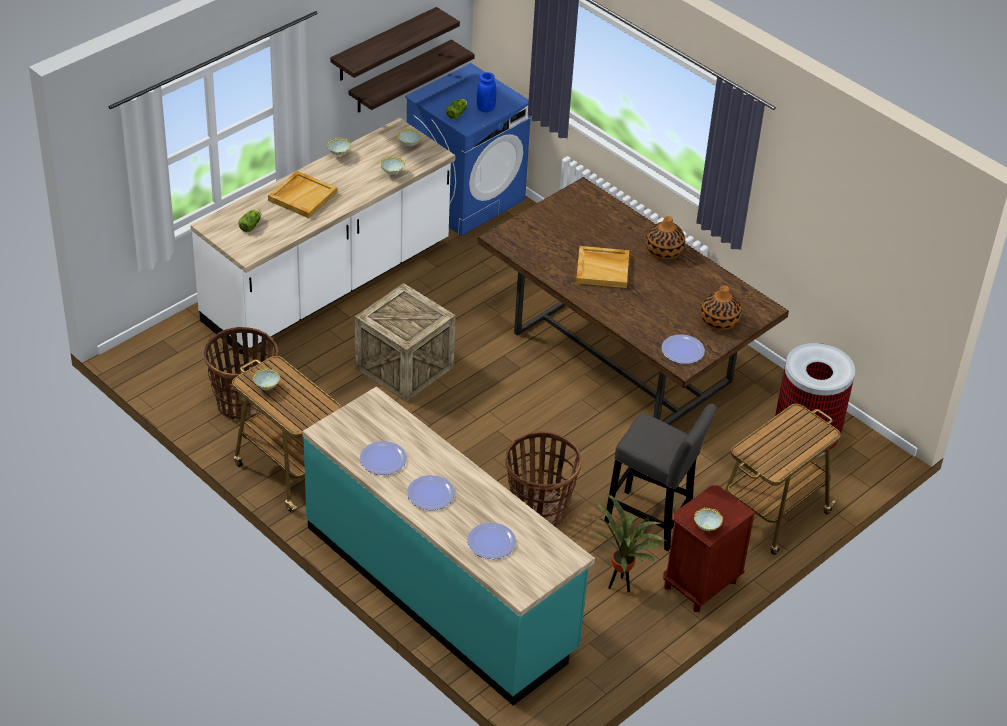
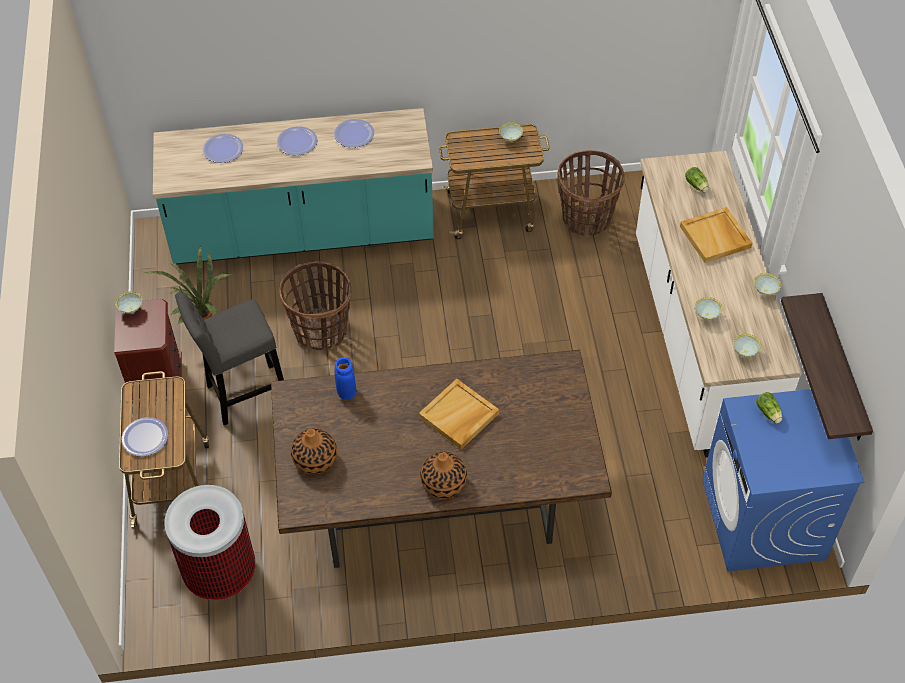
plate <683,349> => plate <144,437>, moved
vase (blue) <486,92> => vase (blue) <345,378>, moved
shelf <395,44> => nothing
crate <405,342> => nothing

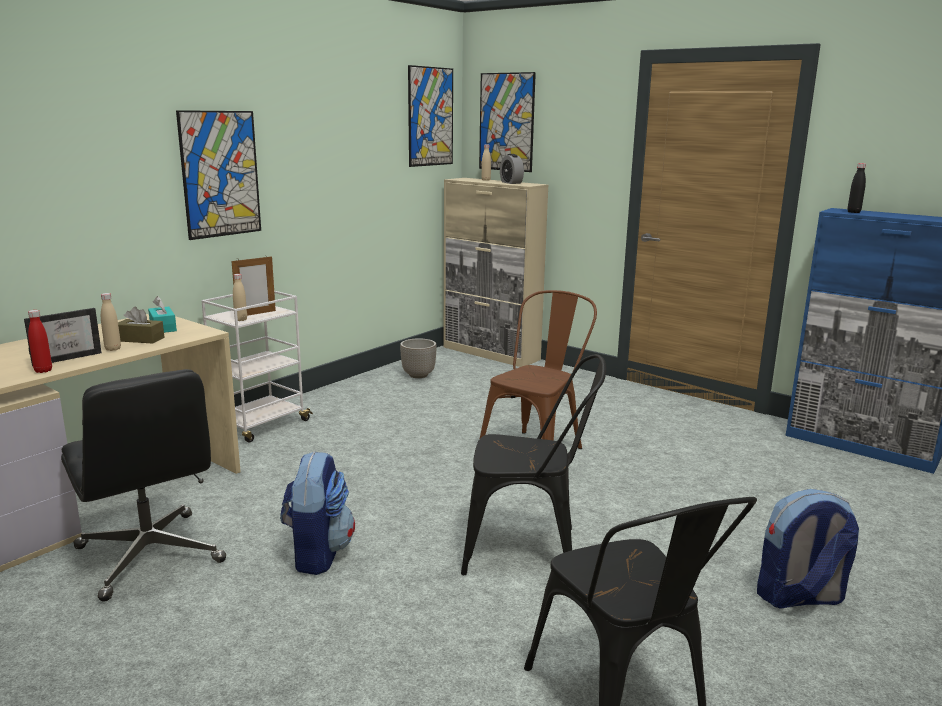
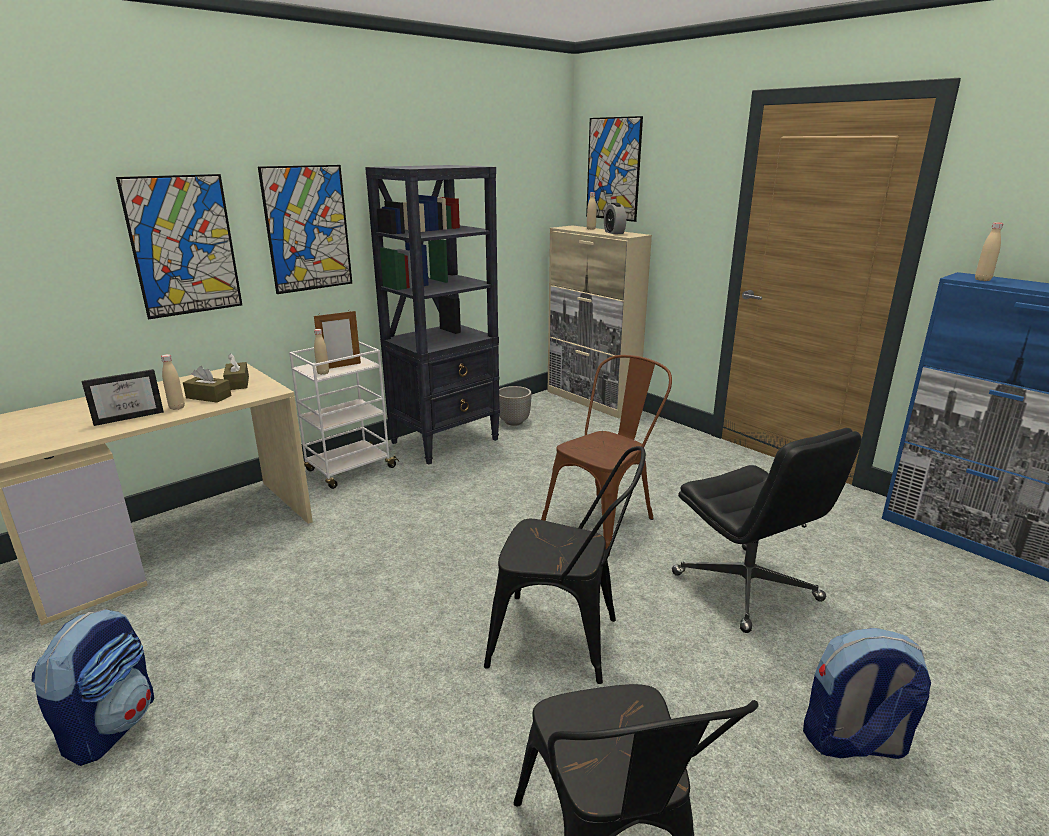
backpack <317,513> => backpack <93,687>, moved
picture <430,116> => picture <179,246>, moved
tissue box (turquoise) <162,314> => tissue box (brown) <236,371>
nothing => bookcase (black) <432,315>
office chair (black) <143,485> => office chair (black) <767,530>, moved
bottle (black) <856,188> => bottle (beige) <989,251>
bottle (red) <40,341> => nothing

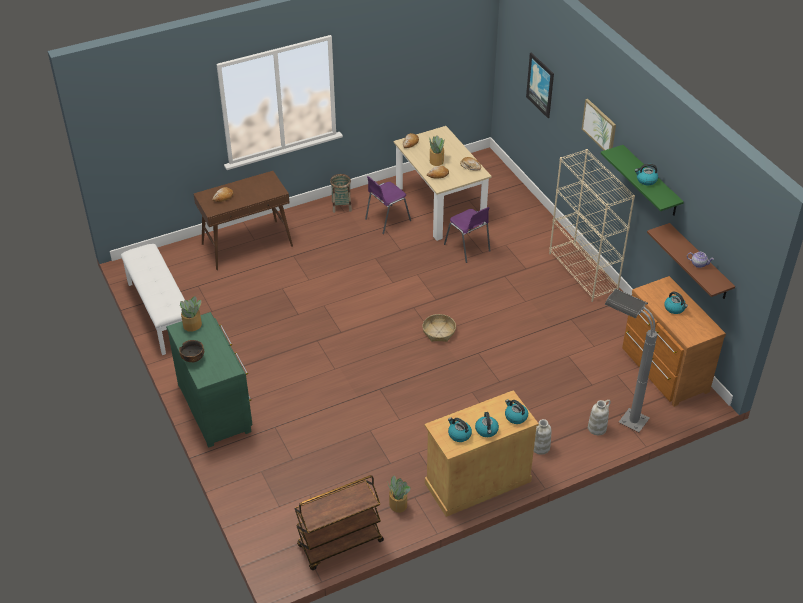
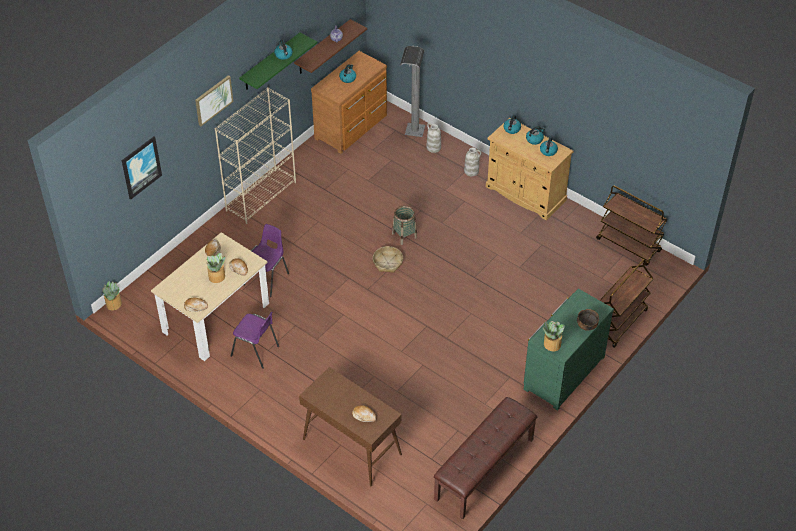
potted plant <399,494> => potted plant <112,295>, moved
basket <341,193> => basket <404,225>, moved
bench (white) <153,299> => bench (brown) <485,458>
nothing => cart (brown) <627,303>

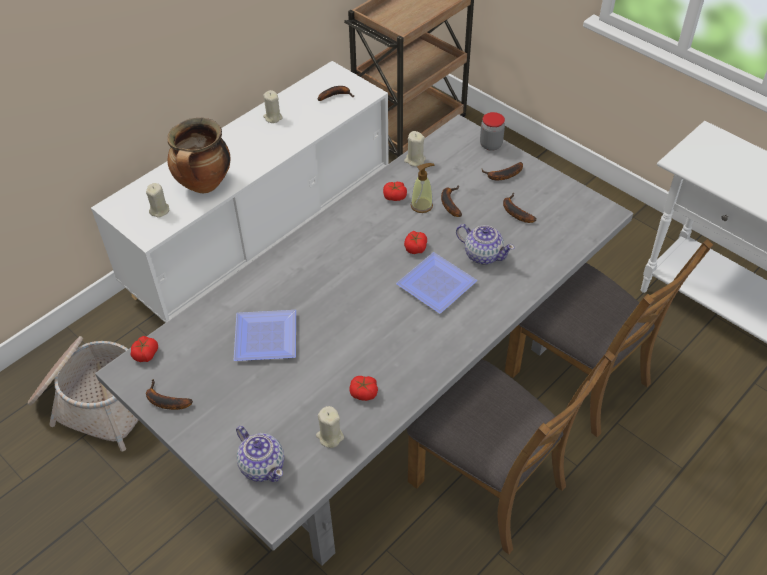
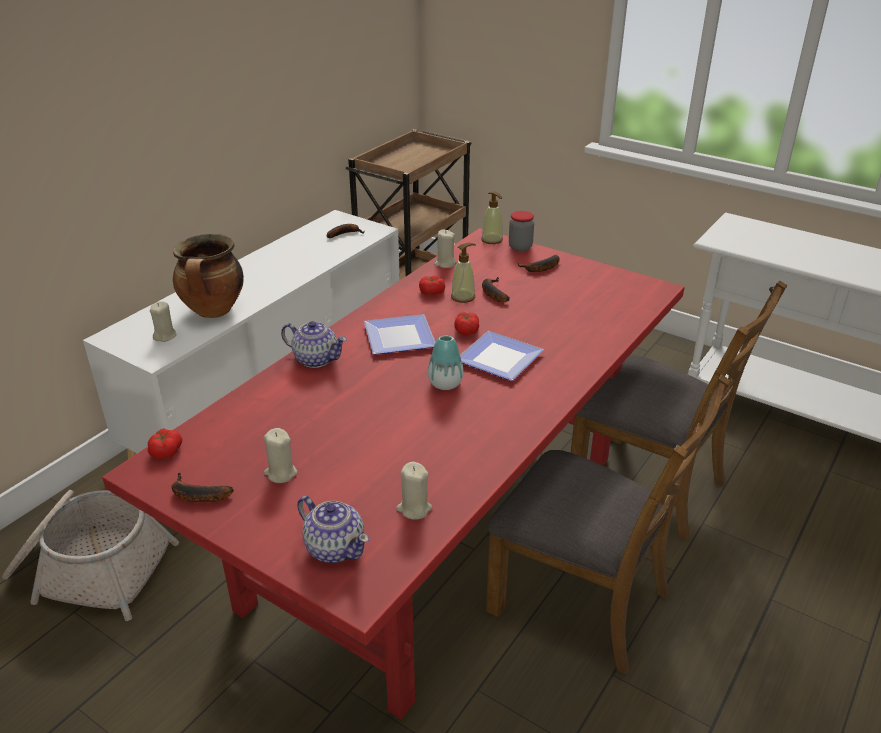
dining table (grey) <364,340> => dining table (red) <393,473>
candle (beige) <273,106> => candle (beige) <281,455>, moved
teapot <485,244> => teapot <314,344>, moved
plate <265,335> => plate <399,334>, moved
nothing => vase <446,363>
nothing => soap dispenser <492,217>
tomato <364,388> => nothing
banana <519,208> => nothing

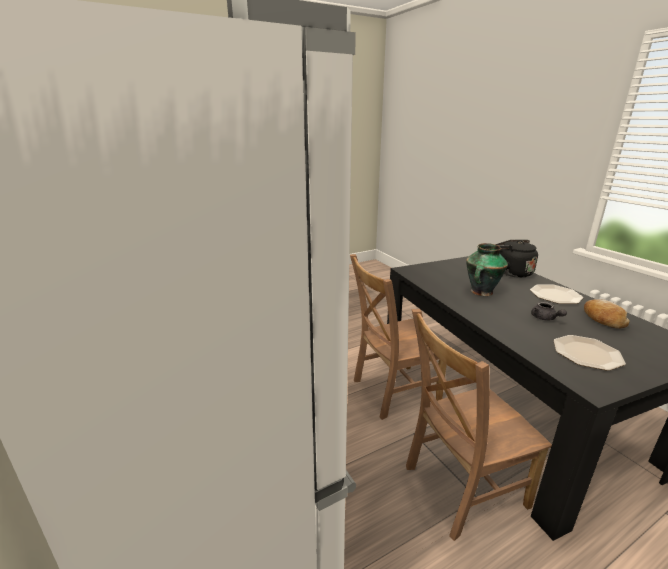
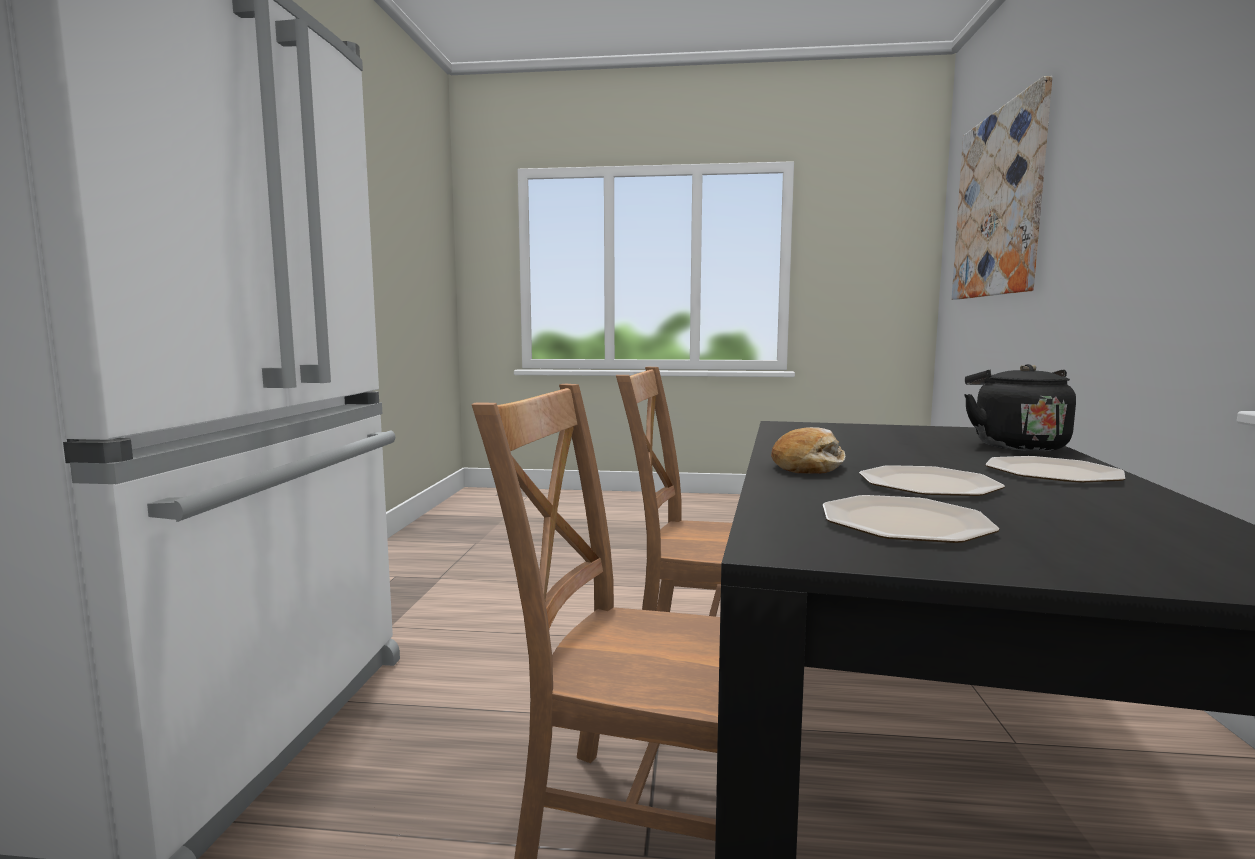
bread <607,314> => bread <808,450>, moved
teapot (grey) <549,311> => plate <932,480>
nothing => picture <1002,188>
vase <487,269> => nothing

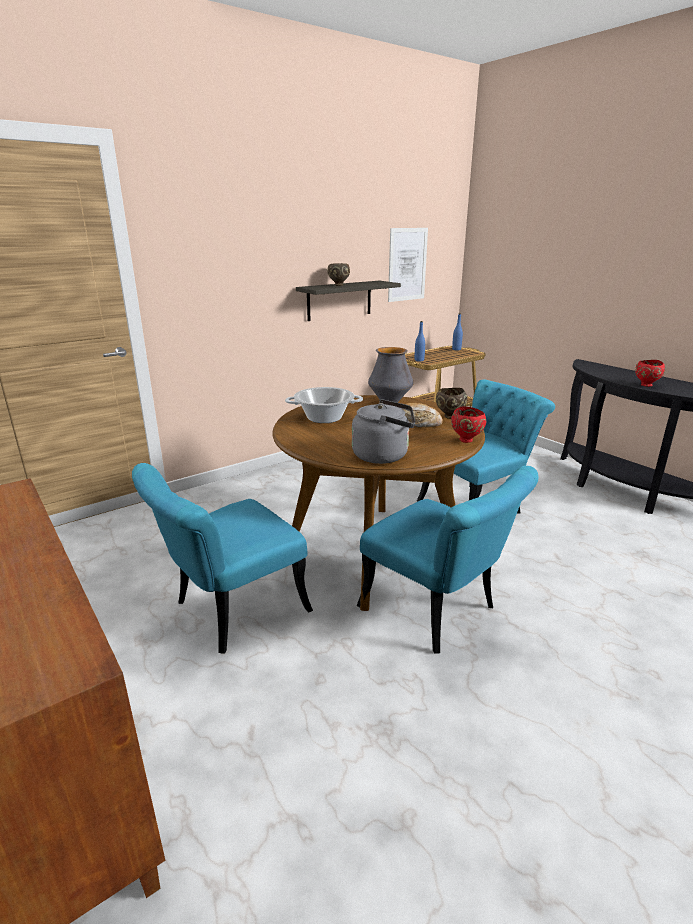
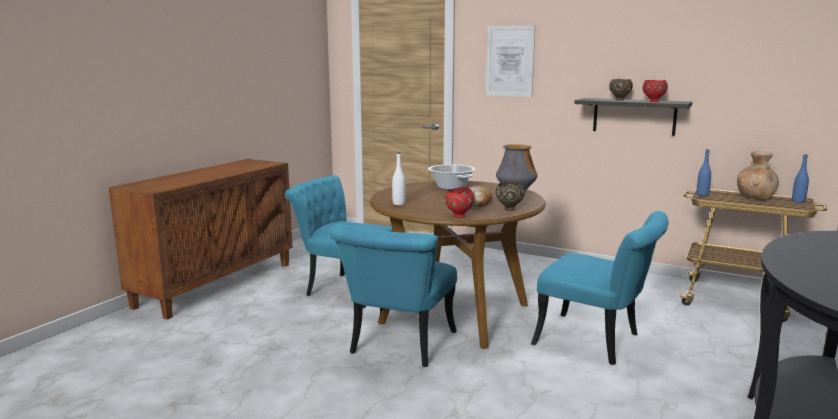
kettle (grey) <383,431> => bottle (white) <399,178>
picture <408,265> => picture <510,61>, moved
bowl (red) <650,373> => bowl (red) <655,91>, moved
nothing => vase (brown) <758,175>

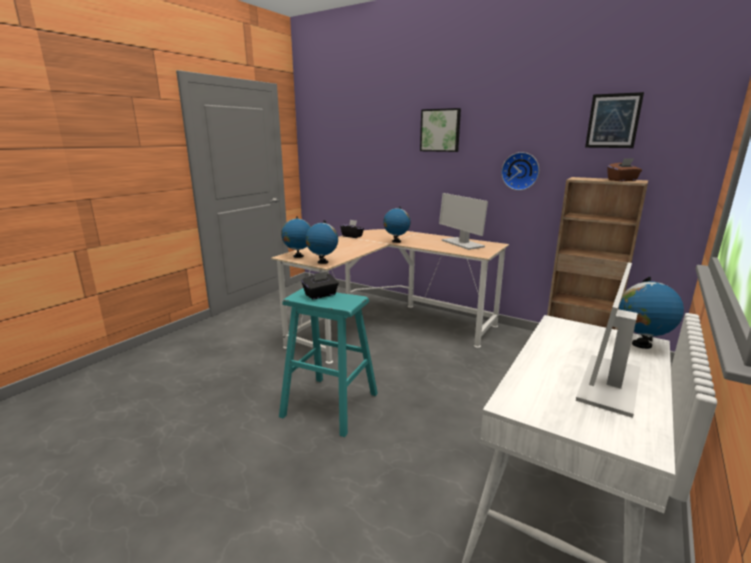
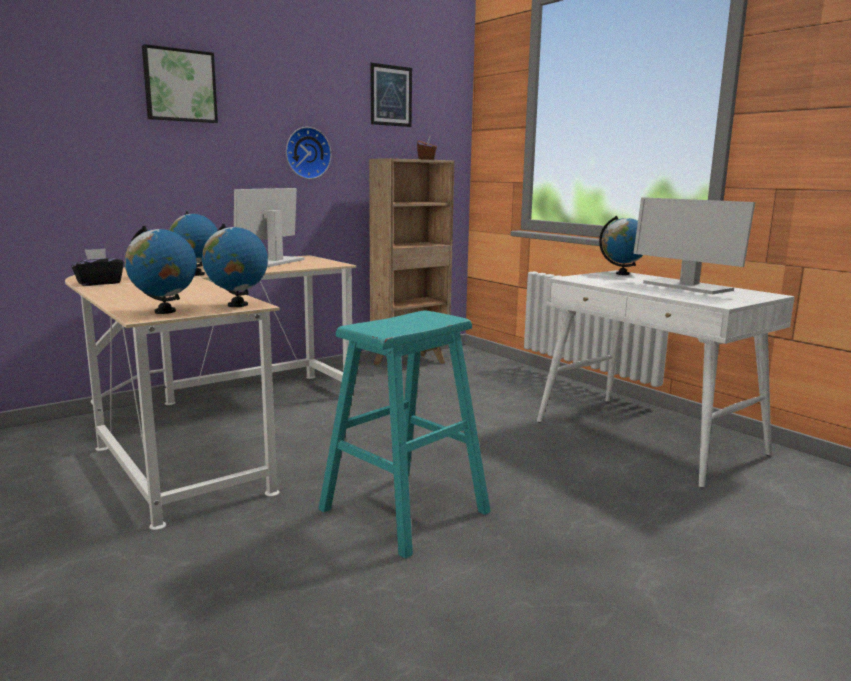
monitor <463,221> => monitor <269,227>, 120 degrees clockwise
tissue box (black) <320,285> => nothing

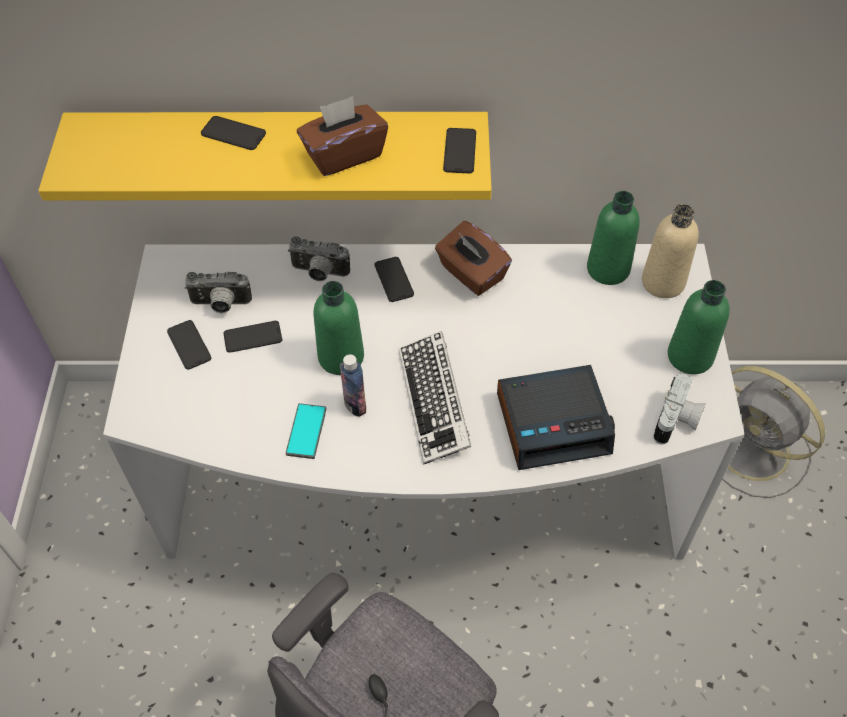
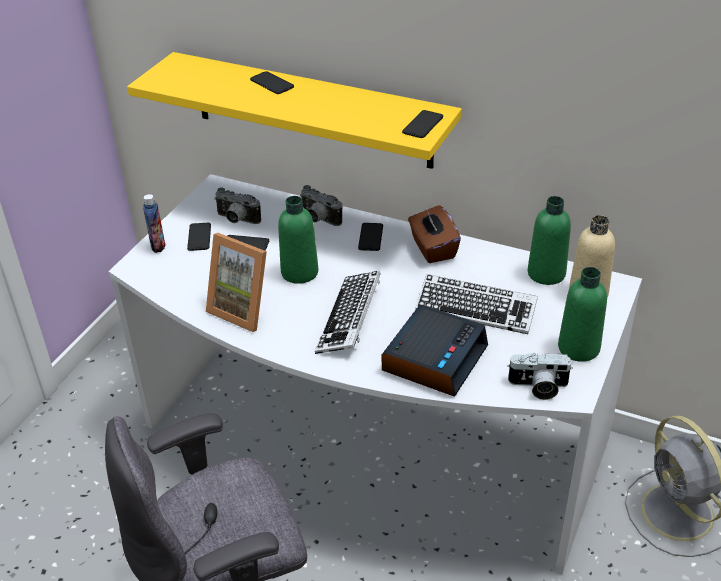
bottle <353,385> => bottle <154,223>, moved
phone <306,431> => picture frame <236,282>
alarm clock <556,417> => alarm clock <434,351>, 75 degrees counterclockwise
nothing => keyboard <476,304>
photo camera <679,409> => photo camera <540,376>, 45 degrees clockwise
tissue box (brown) <342,136> => nothing

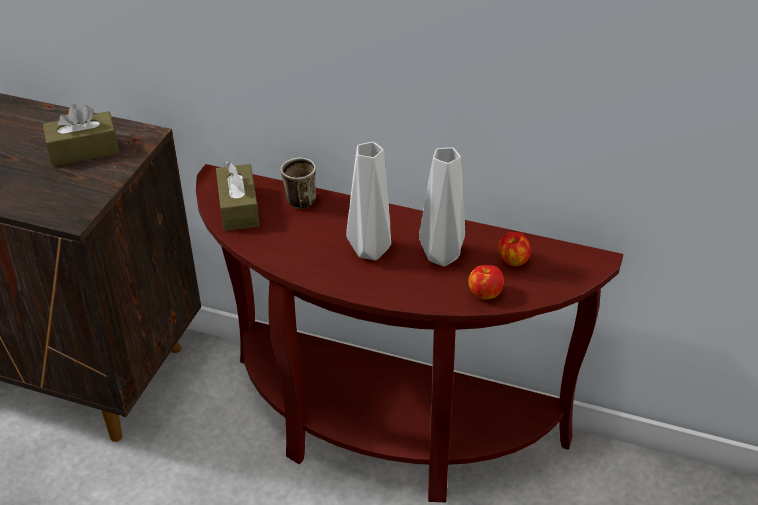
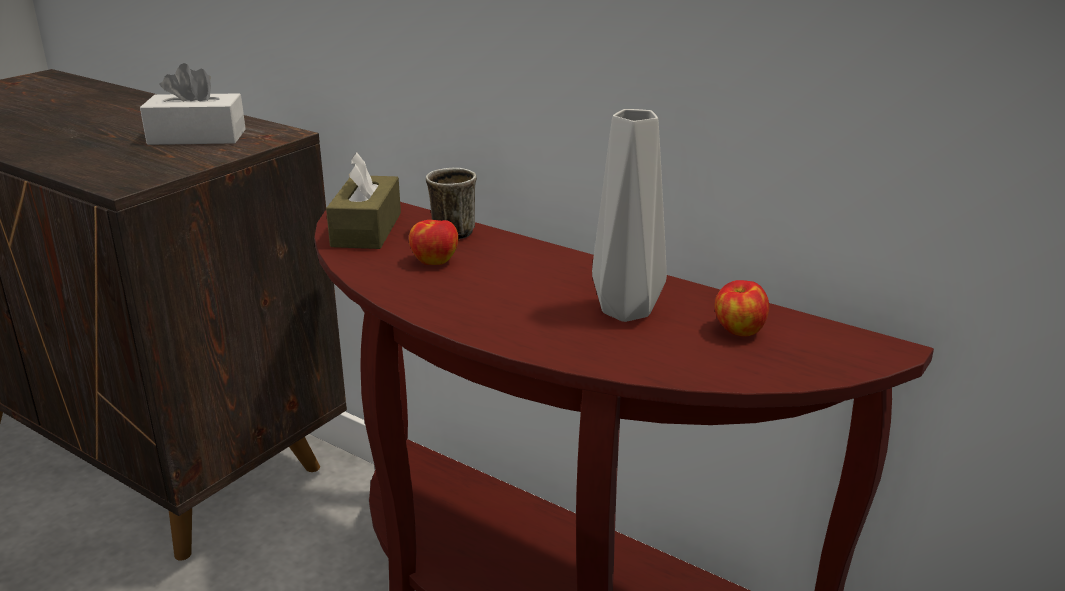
tissue box (brown) <81,135> => tissue box (white) <193,104>
apple <486,282> => apple <434,242>, moved
vase (grey) <368,201> => nothing

